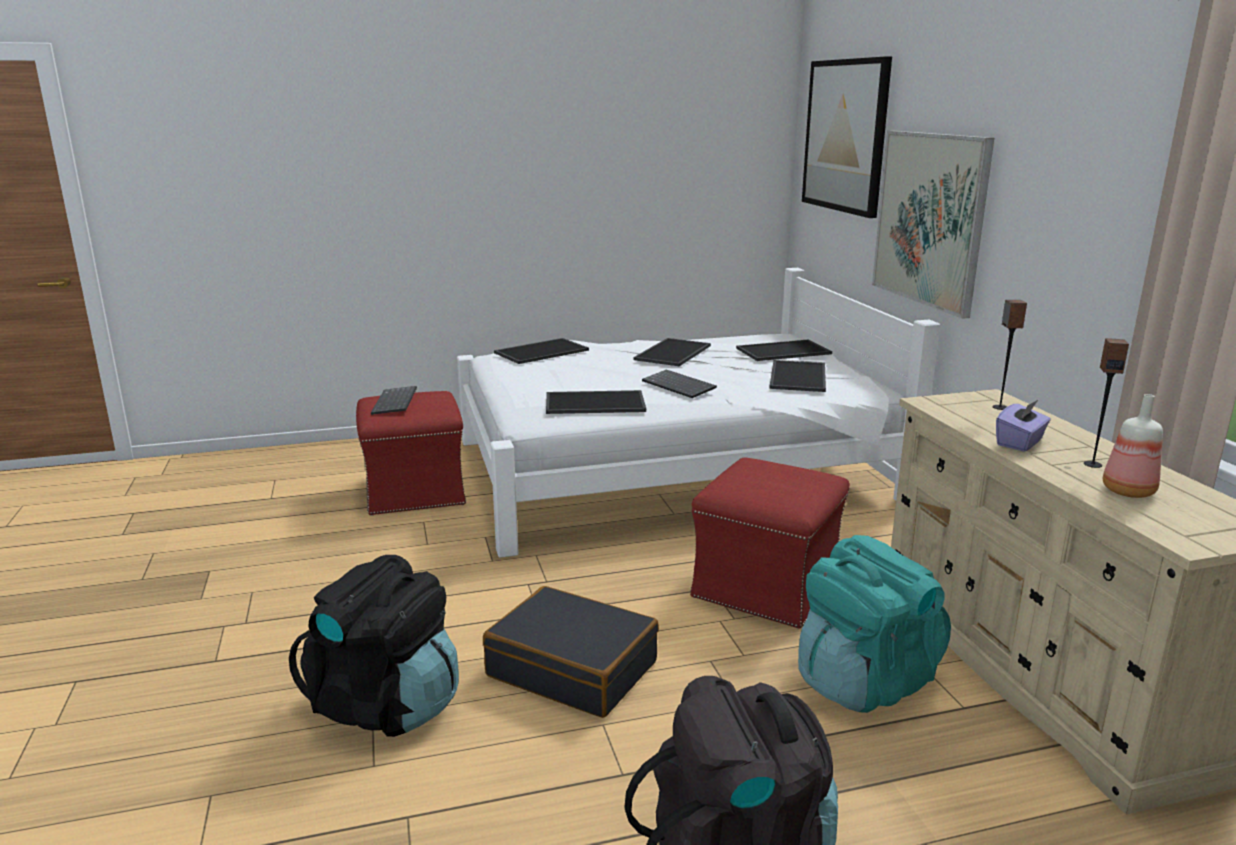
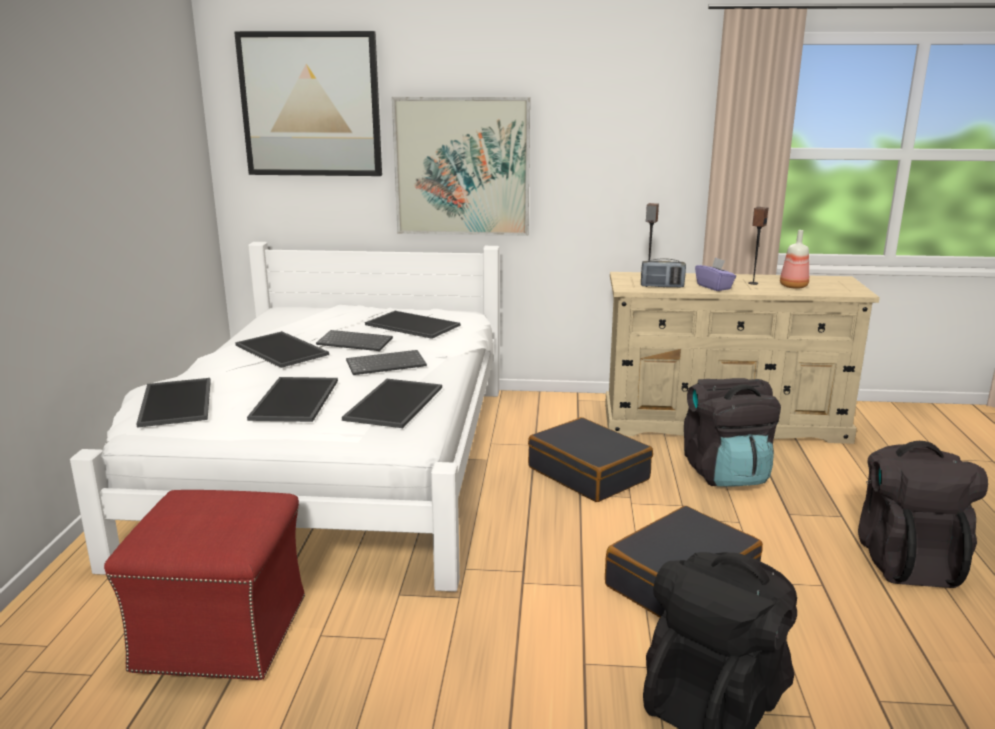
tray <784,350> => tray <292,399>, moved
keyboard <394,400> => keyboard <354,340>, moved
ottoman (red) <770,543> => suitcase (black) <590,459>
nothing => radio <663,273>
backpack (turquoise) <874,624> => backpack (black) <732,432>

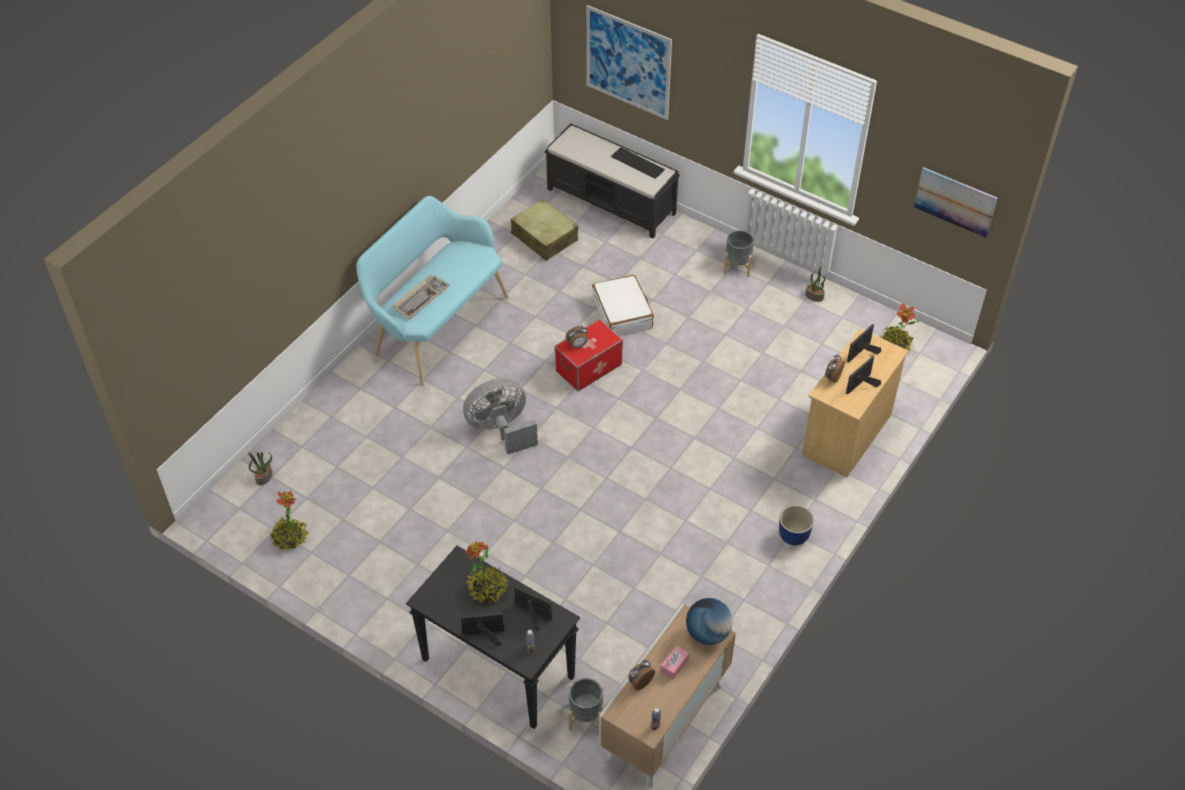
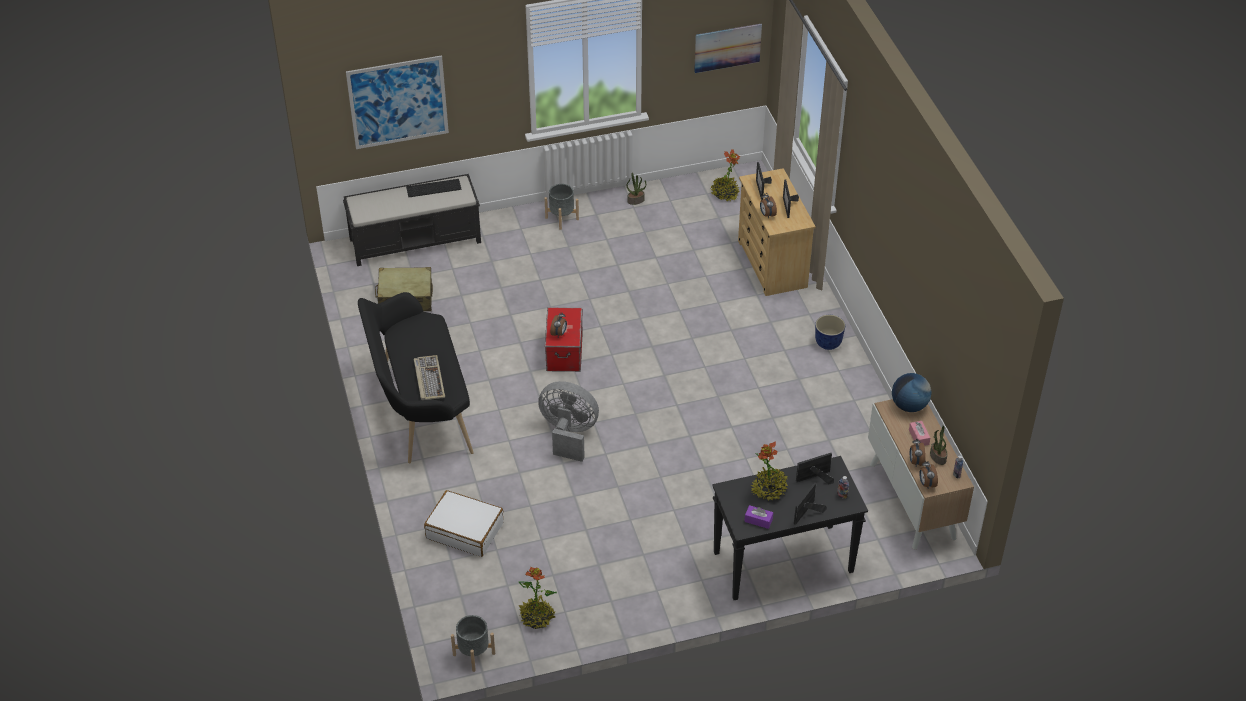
bench (turquoise) <432,291> => bench (black) <416,377>
suitcase (white) <623,305> => suitcase (white) <464,523>, moved
planter (grey) <585,704> => planter (grey) <473,643>, moved
fan (grey) <500,416> => fan (grey) <568,421>, 90 degrees clockwise
nothing => tissue box (purple) <759,517>
nothing => alarm clock <928,474>
potted plant <260,468> => potted plant <939,445>, moved

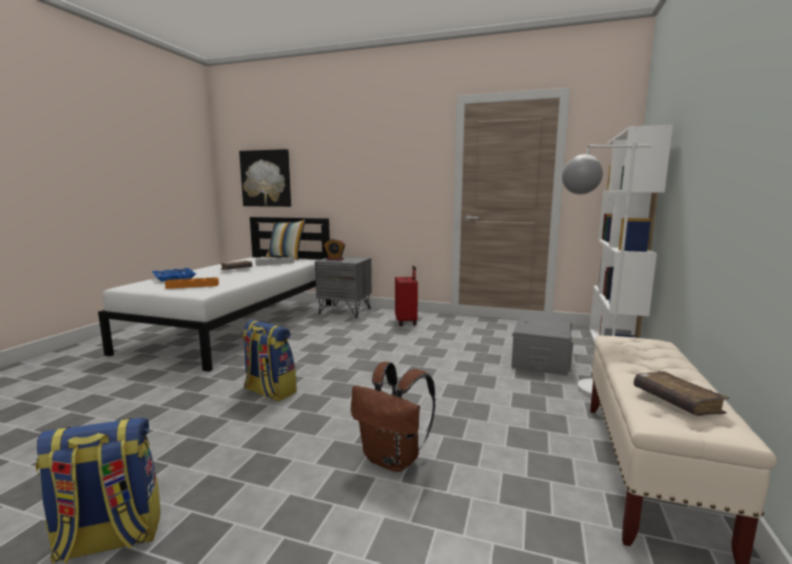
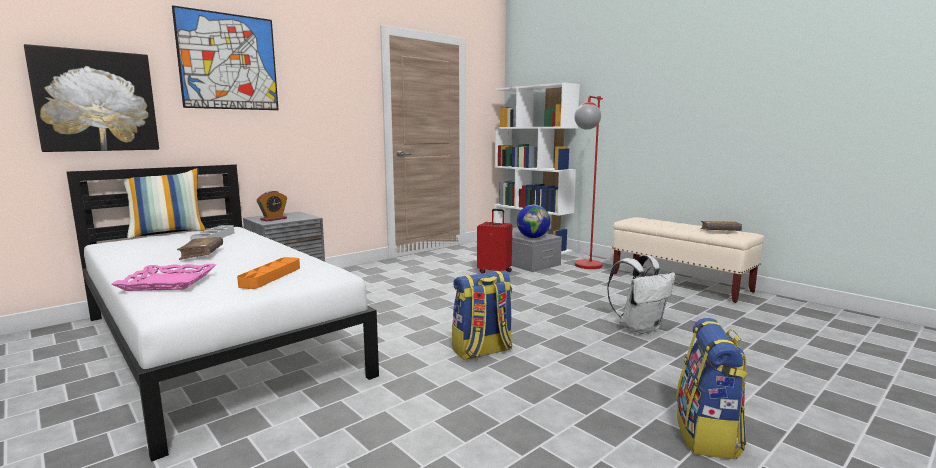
tray (blue) <174,274> => tray (pink) <163,277>
nothing => picture <225,57>
suitcase (red) <406,296> => suitcase (red) <494,241>, moved
nothing => globe <533,221>
floor lamp (white) <606,270> => floor lamp (red) <588,182>
backpack (brown) <393,417> => backpack (white) <641,294>

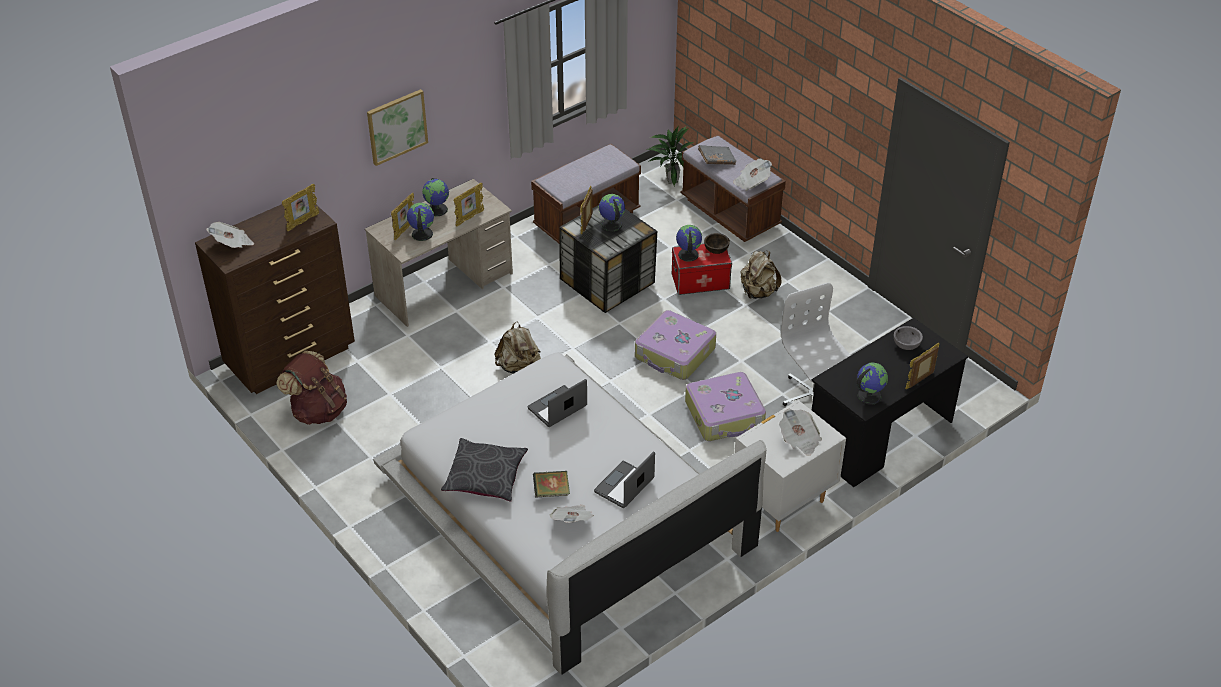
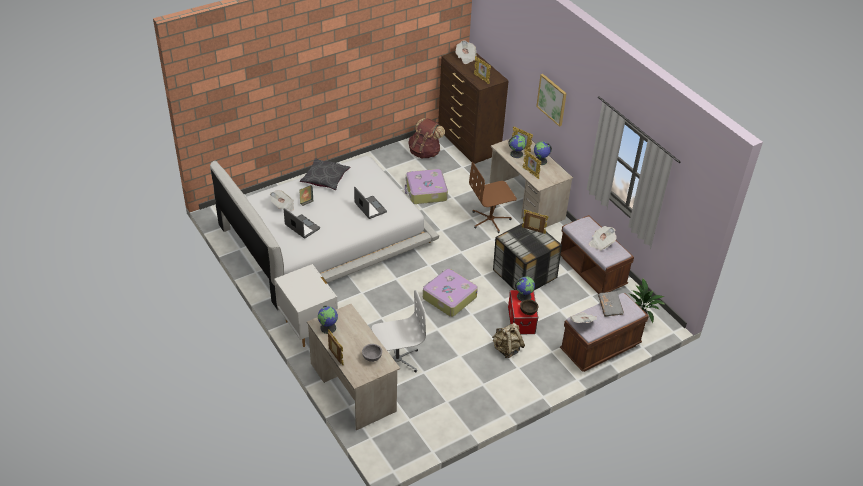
desk (black) <890,402> => desk (beige) <353,367>
suitcase <725,406> => suitcase <426,186>, moved
nothing => office chair (brown) <493,197>
newspaper <800,432> => newspaper <603,238>, moved
backpack (beige) <518,348> => nothing
globe <612,212> => nothing

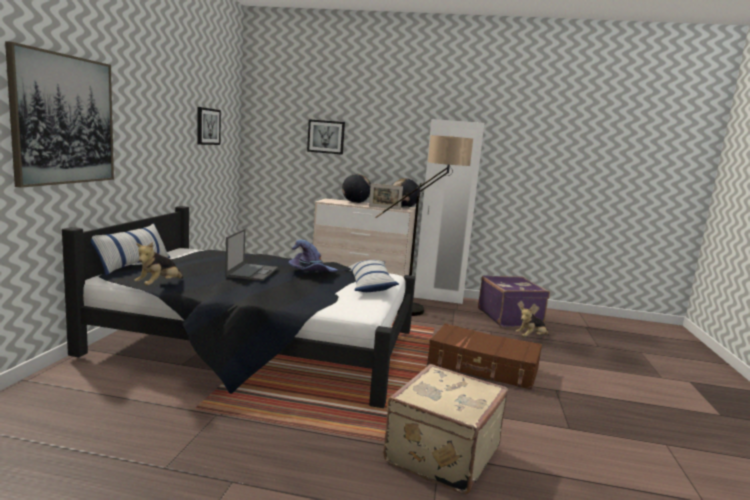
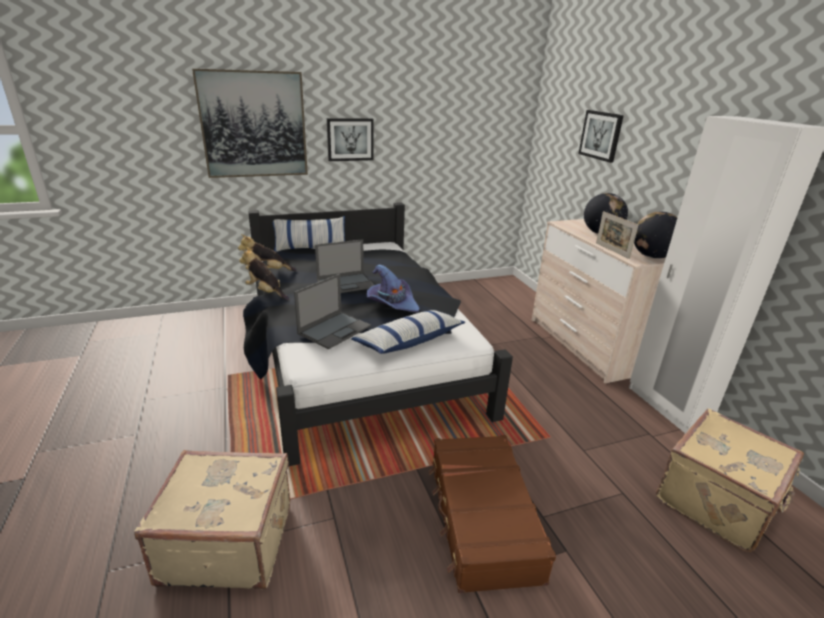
plush toy <532,322> => plush toy <264,273>, moved
nothing => laptop <332,311>
picture <209,126> => picture <350,139>, moved
suitcase (purple) <514,301> => suitcase (beige) <730,480>
floor lamp <424,225> => nothing

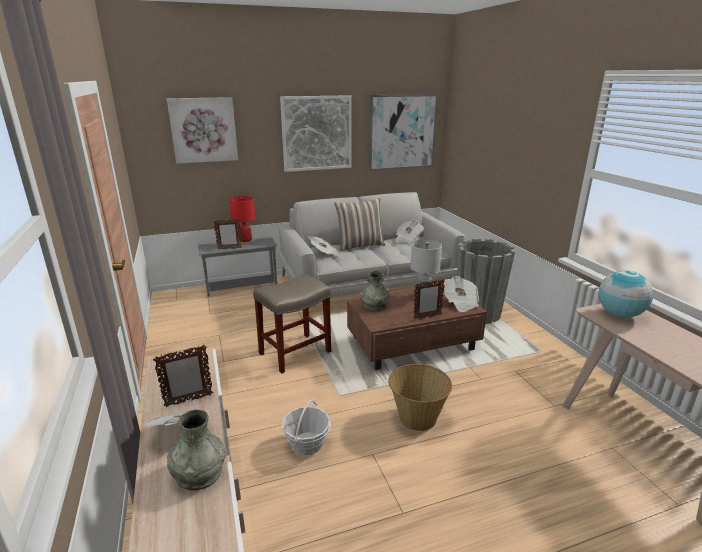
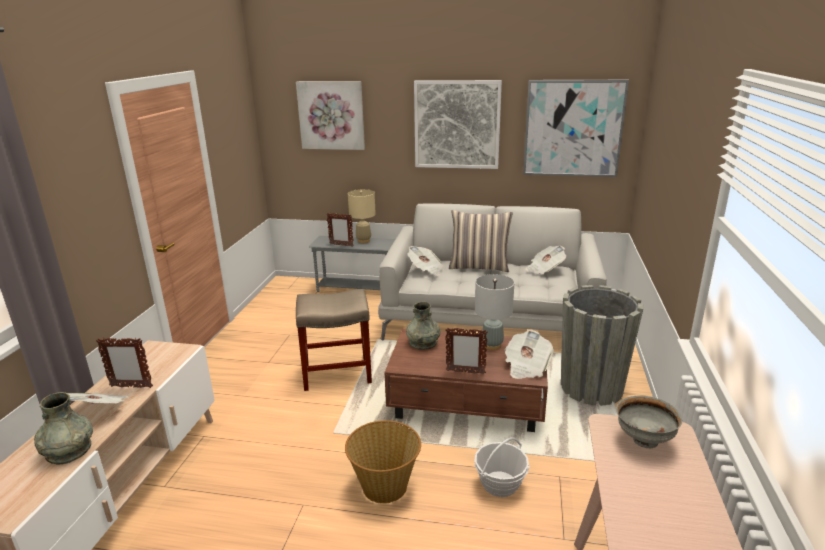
table lamp (red) <242,220> => table lamp (beige) <362,216>
basket <306,427> => basket <502,467>, moved
globe <625,294> => bowl (grey) <649,421>

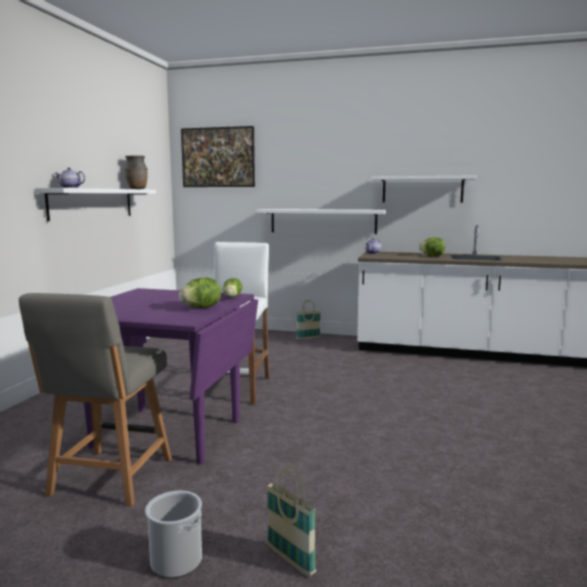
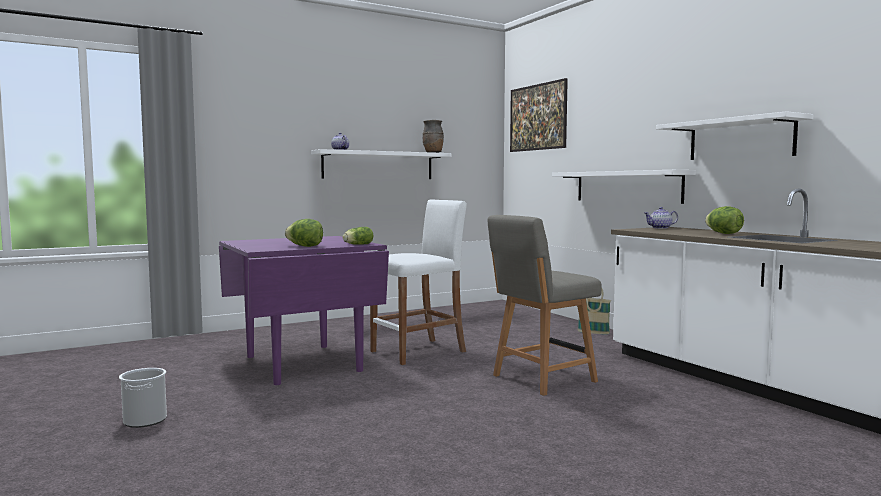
chair (grey) <95,400> => chair (grey) <545,305>, moved
basket <291,521> => nothing

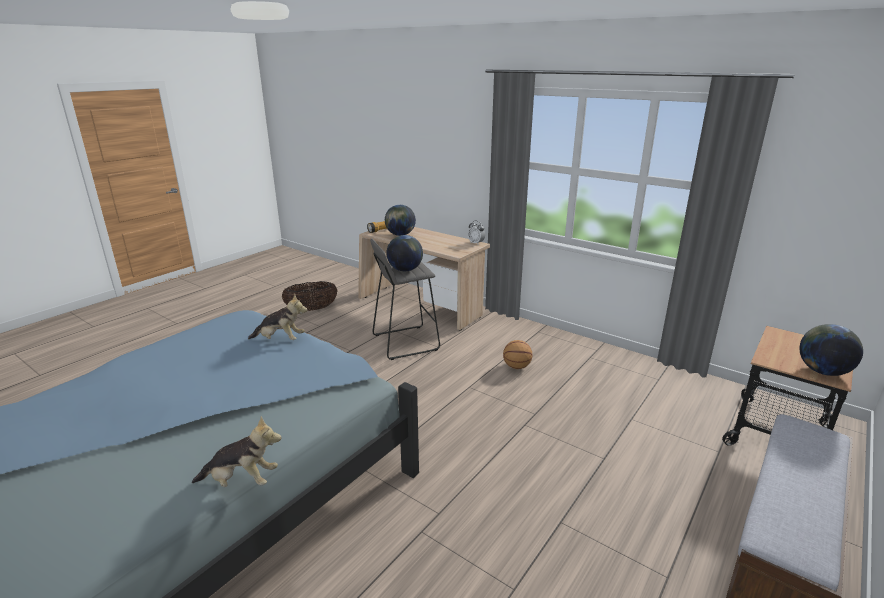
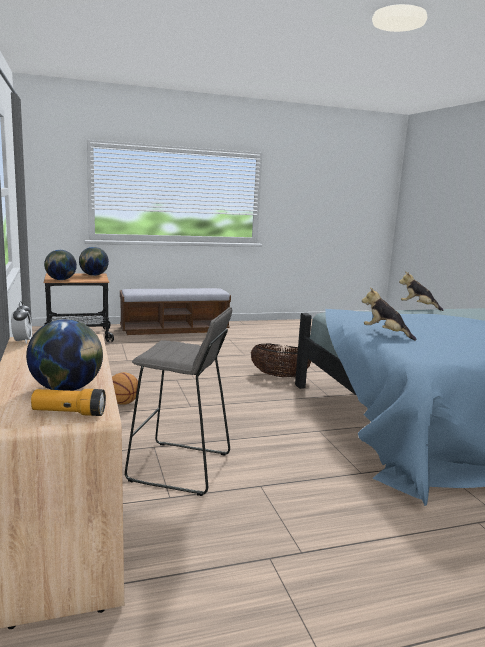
globe <405,253> => globe <60,265>, moved
basket <310,296> => basket <281,360>, moved

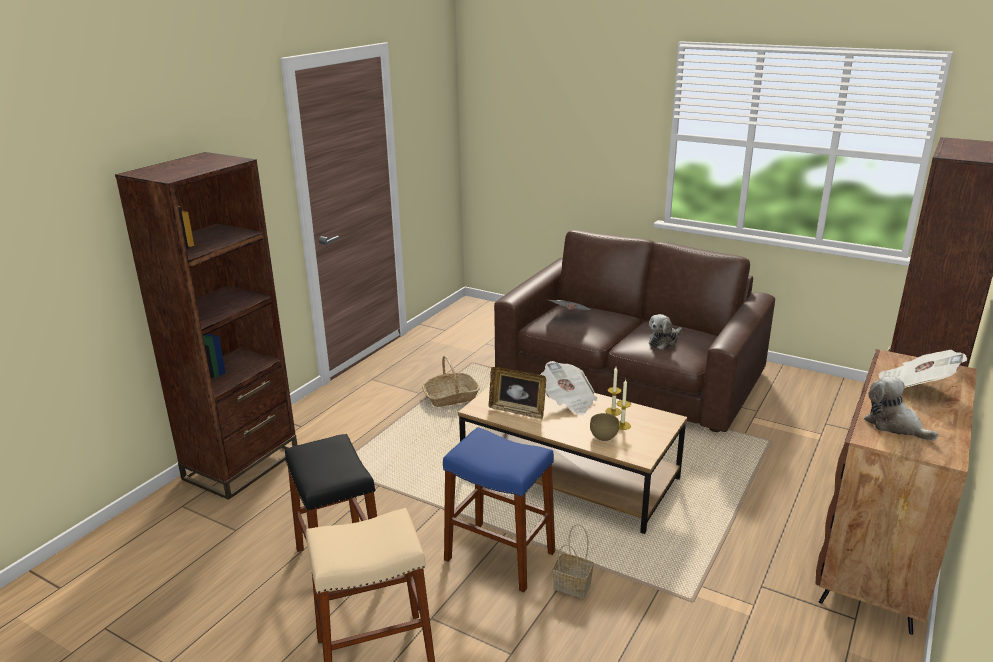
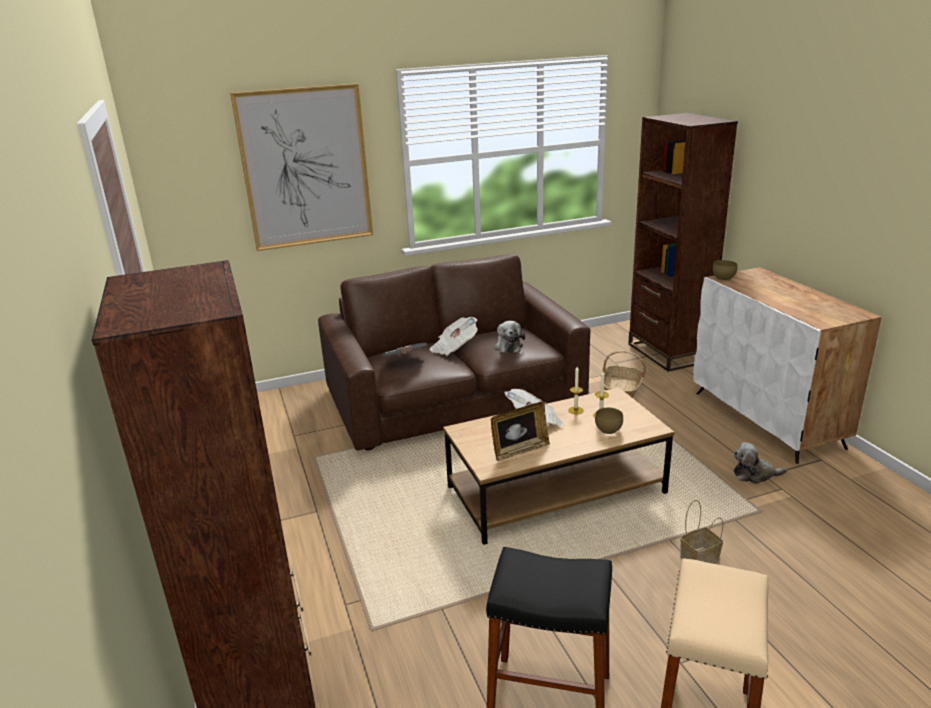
nothing => picture <301,167>
newspaper <922,369> => newspaper <453,336>, moved
basket <451,381> => basket <624,374>, moved
cabinet (brown) <896,492> => cabinet (white) <787,365>
nothing => bowl (brown) <725,270>
plush toy <901,408> => plush toy <761,463>, moved
stool (blue) <499,509> => nothing

